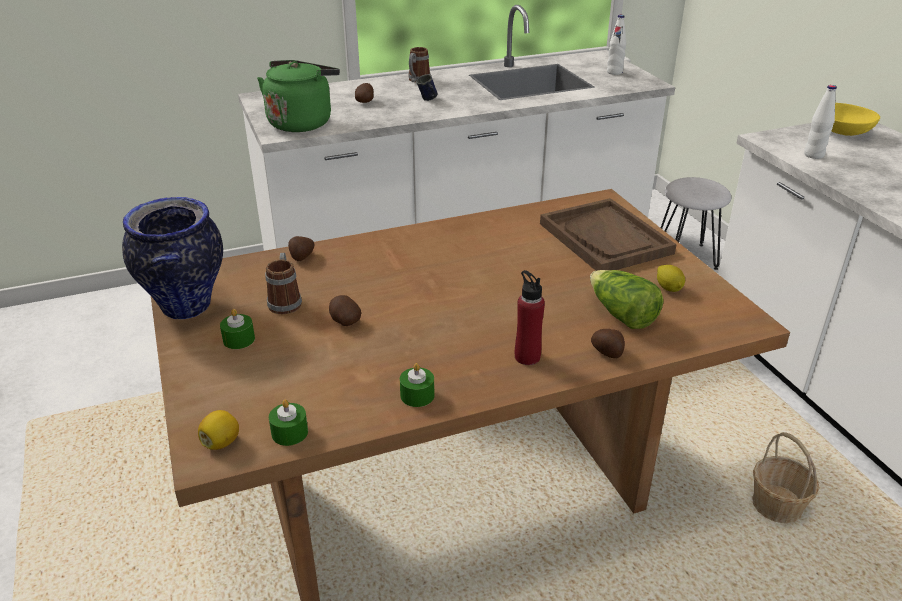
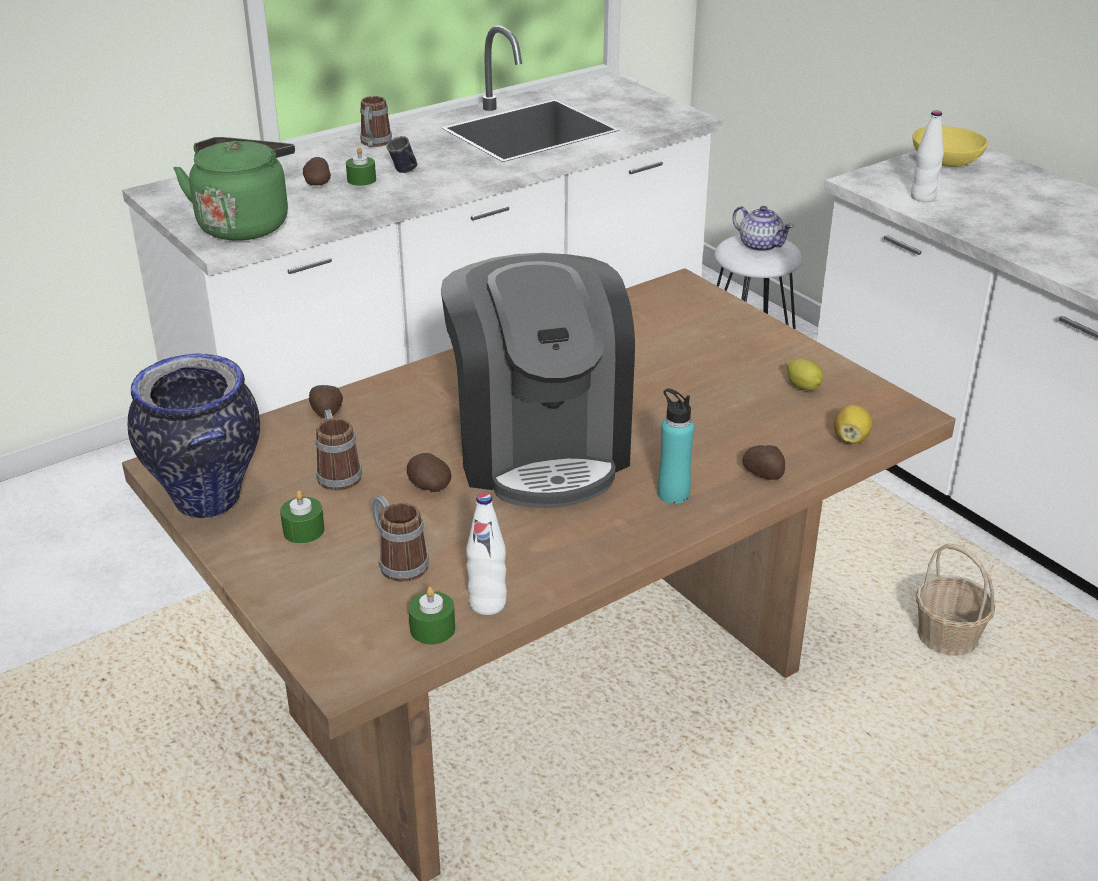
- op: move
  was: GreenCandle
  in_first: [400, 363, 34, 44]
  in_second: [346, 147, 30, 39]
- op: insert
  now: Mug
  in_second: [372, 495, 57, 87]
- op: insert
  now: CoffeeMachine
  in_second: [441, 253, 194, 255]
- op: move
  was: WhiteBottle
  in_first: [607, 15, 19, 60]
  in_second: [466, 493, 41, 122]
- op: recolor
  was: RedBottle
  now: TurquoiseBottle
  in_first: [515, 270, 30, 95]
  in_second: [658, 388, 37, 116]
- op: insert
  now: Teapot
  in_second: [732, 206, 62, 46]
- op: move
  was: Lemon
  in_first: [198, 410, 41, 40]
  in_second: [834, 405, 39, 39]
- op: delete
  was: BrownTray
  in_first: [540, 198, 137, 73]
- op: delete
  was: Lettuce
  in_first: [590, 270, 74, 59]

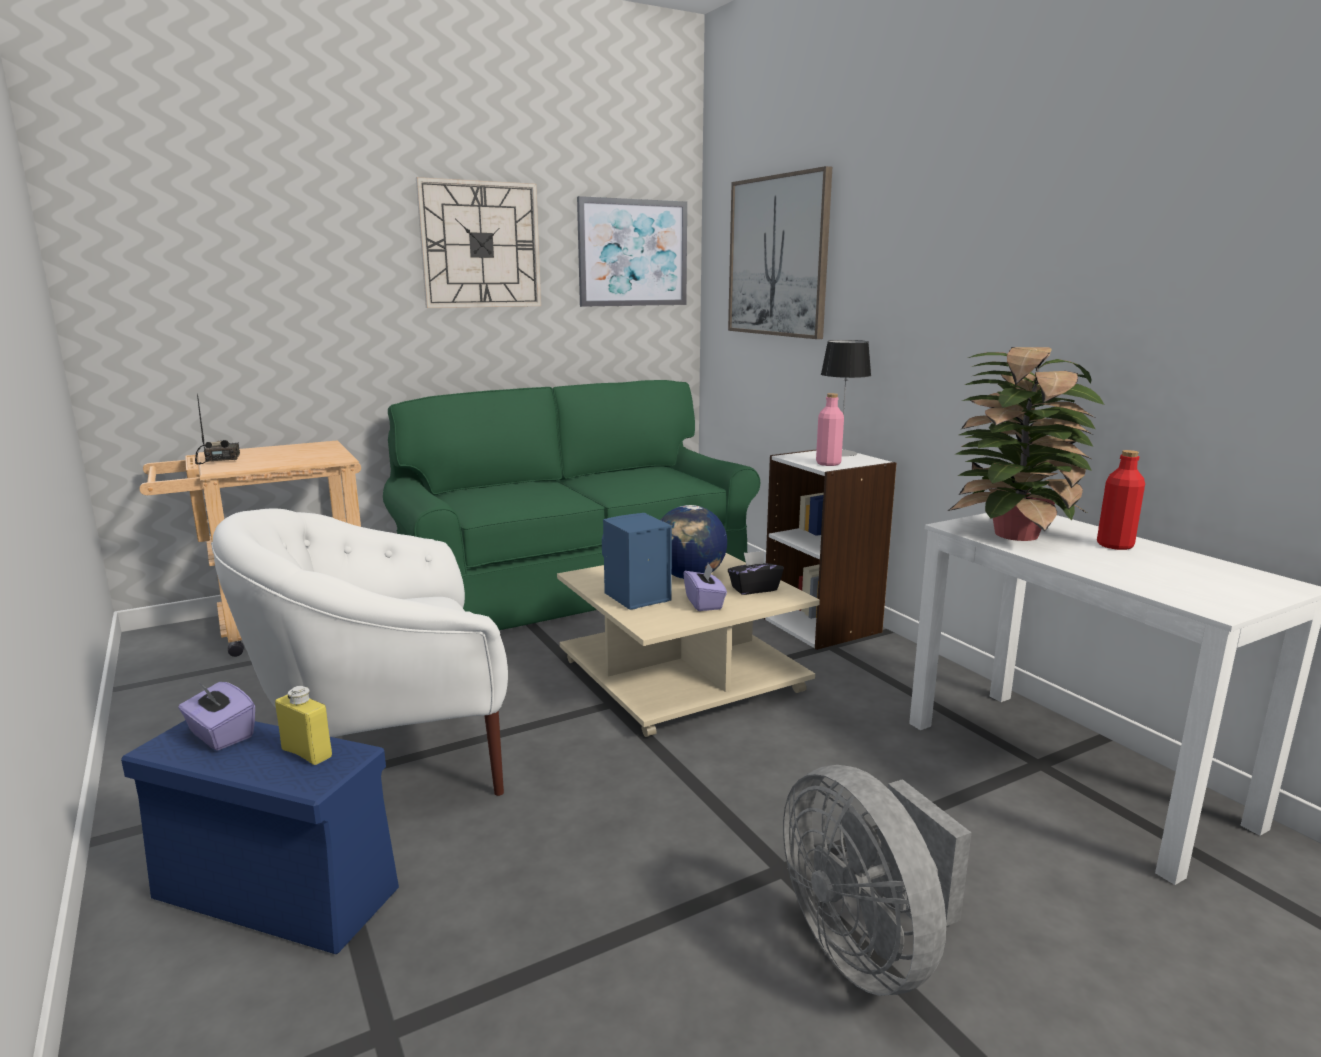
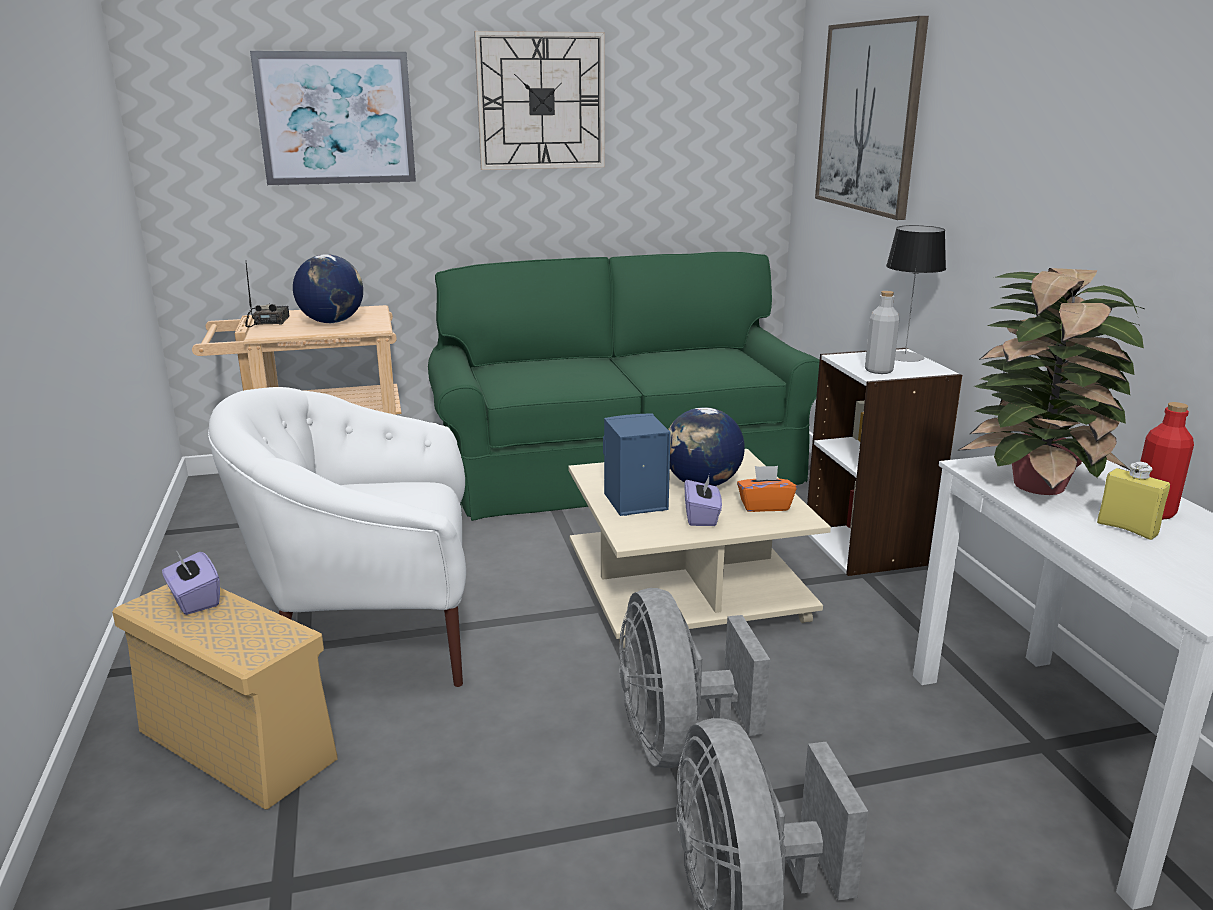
- op: recolor
  was: BlueStorageBox
  now: BeigeStorageBox
  in_first: [121, 720, 278, 234]
  in_second: [112, 585, 226, 225]
- op: move
  was: Picture
  in_first: [577, 196, 110, 111]
  in_second: [250, 51, 166, 134]
- op: insert
  now: Globe
  in_second: [293, 254, 70, 69]
- op: insert
  now: GreyFan
  in_second: [619, 588, 151, 180]
- op: recolor
  was: BlackTissueBox
  now: OrangeTissueBox
  in_first: [728, 551, 56, 44]
  in_second: [737, 466, 60, 46]
- op: recolor
  was: PinkBottle
  now: GreyBottle
  in_first: [816, 393, 28, 73]
  in_second: [865, 291, 35, 83]
- op: move
  was: YellowBottle
  in_first: [275, 686, 57, 79]
  in_second: [1097, 462, 73, 78]

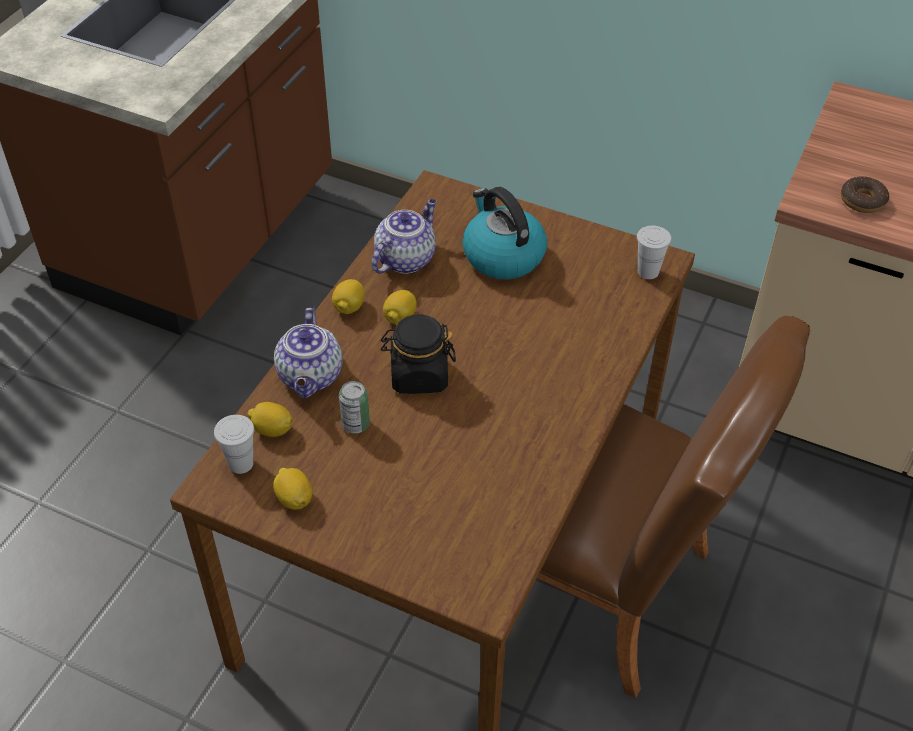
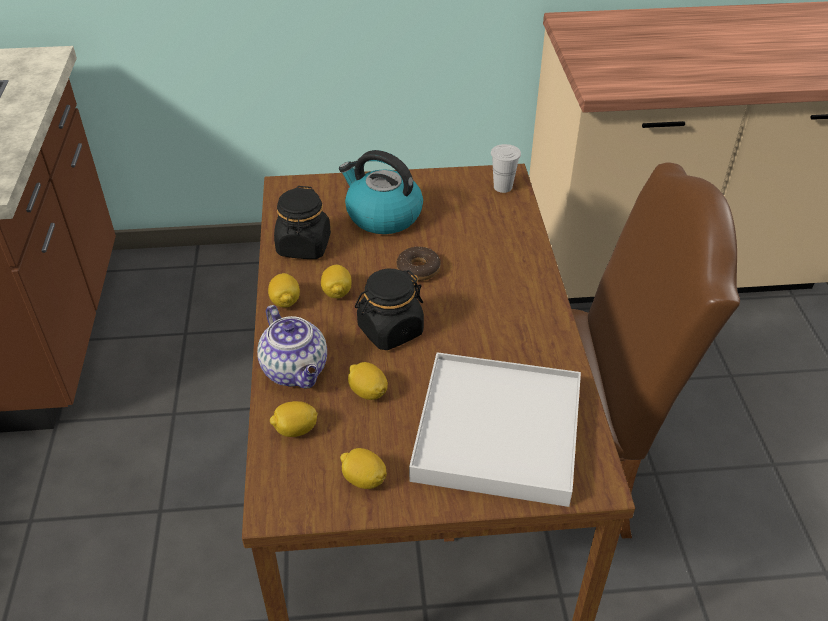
- op: replace
  was: Teapot
  now: BlackJar
  in_first: [371, 199, 66, 75]
  in_second: [274, 186, 57, 73]
- op: replace
  was: Can
  now: Lemon
  in_first: [339, 381, 31, 53]
  in_second: [348, 362, 40, 38]
- op: move
  was: Donut
  in_first: [841, 176, 48, 37]
  in_second: [396, 247, 45, 34]
- op: insert
  now: WhiteTray
  in_second: [409, 352, 172, 155]
- op: delete
  was: WhiteCup
  in_first: [214, 415, 40, 59]

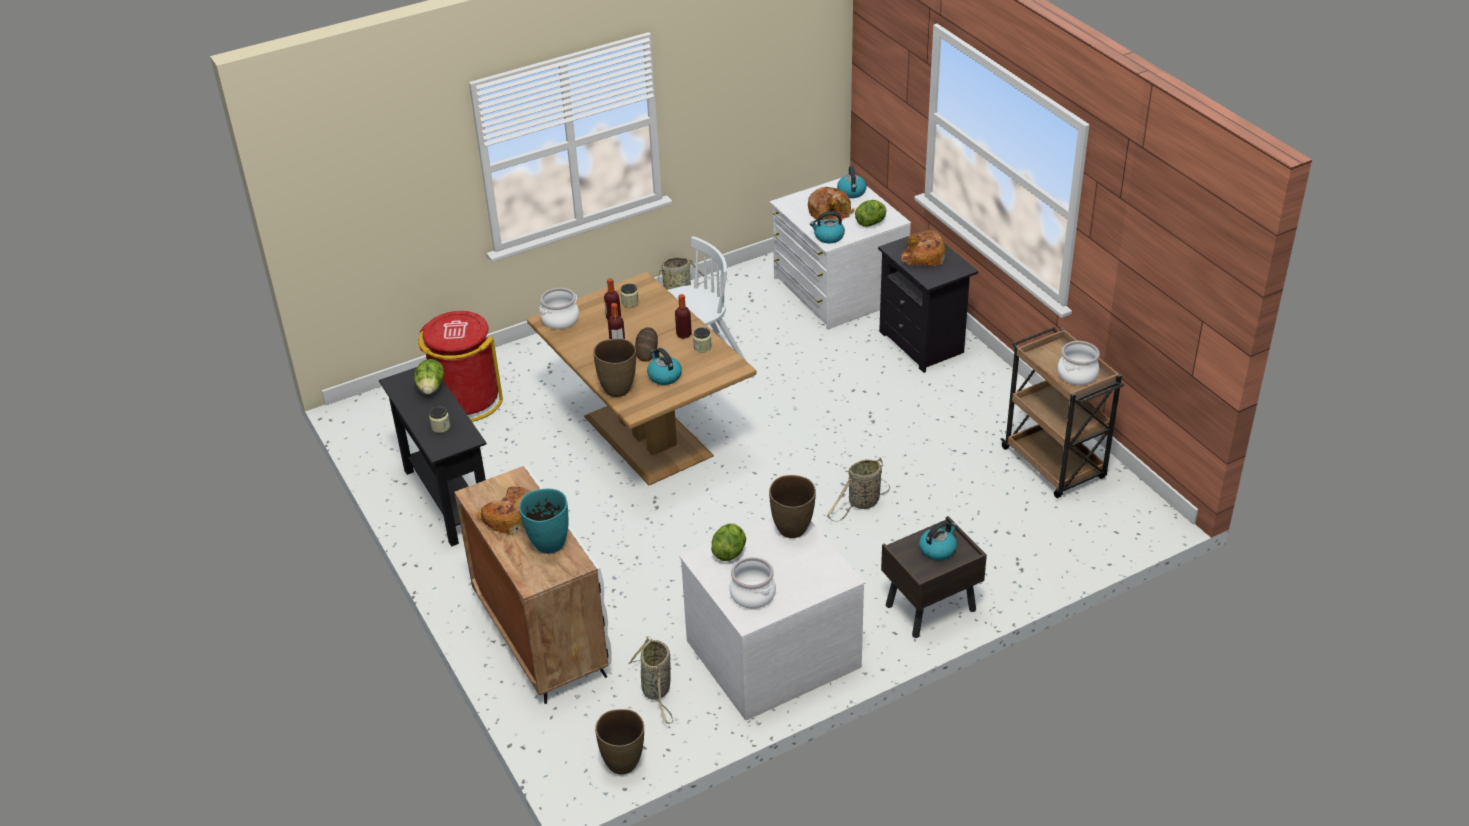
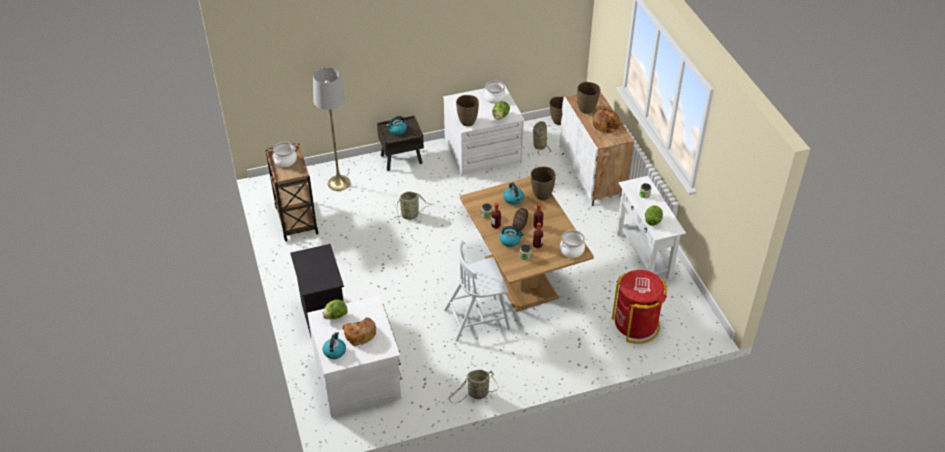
- op: insert
  now: GreyFloorLamp
  in_second: [313, 67, 38, 124]
- op: move
  was: Kettle
  in_first: [810, 211, 35, 32]
  in_second: [500, 226, 24, 21]
- op: recolor
  was: TurquoiseVase
  now: BrownVase
  in_first: [519, 489, 49, 65]
  in_second: [577, 82, 23, 32]
- op: recolor
  was: BlackConsoleTable
  now: WhiteConsoleTable
  in_first: [379, 367, 108, 180]
  in_second: [616, 176, 70, 104]
- op: delete
  was: Bread
  in_first: [901, 230, 45, 36]

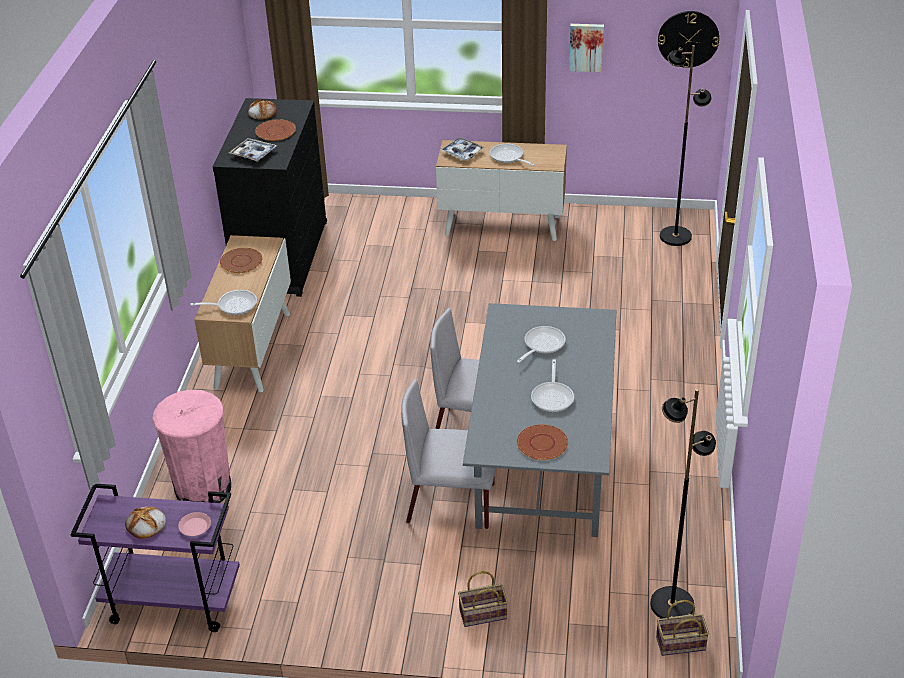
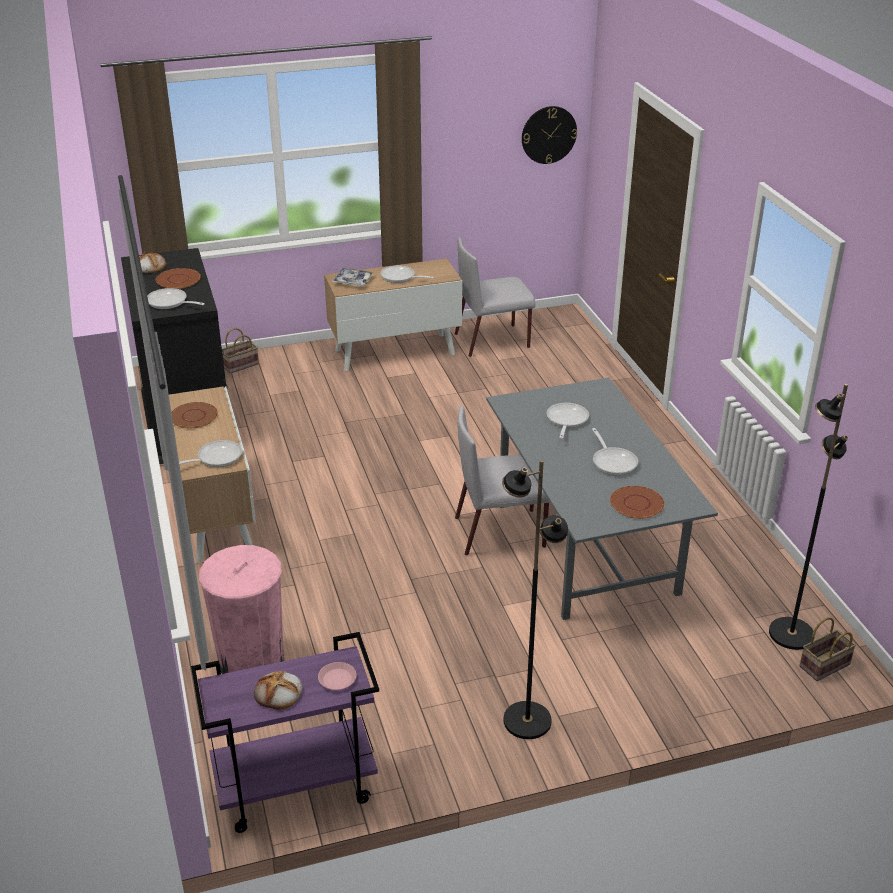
- op: replace
  was: Tray
  now: FryingPan
  in_first: [229, 138, 48, 24]
  in_second: [147, 288, 58, 21]
- op: move
  was: Basket
  in_first: [458, 571, 50, 56]
  in_second: [222, 328, 37, 46]
- op: move
  was: GreyChair
  in_first: [401, 379, 95, 150]
  in_second: [455, 237, 80, 120]
- op: move
  was: BlackFloorLamp
  in_first: [660, 45, 52, 201]
  in_second: [502, 460, 66, 279]
- op: delete
  was: Picture
  in_first: [569, 24, 35, 48]

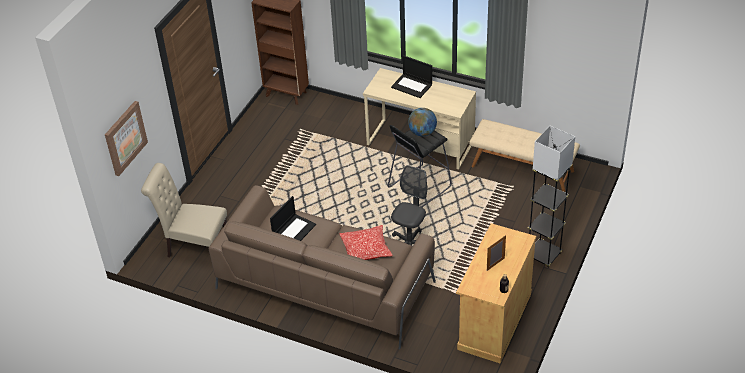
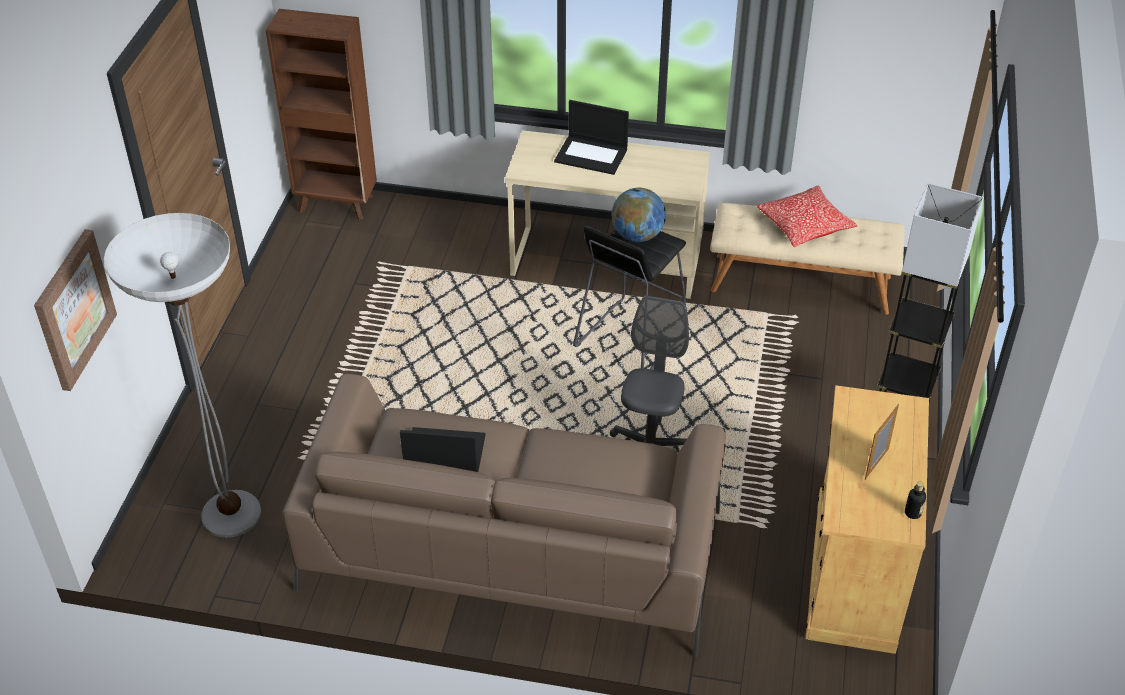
- op: replace
  was: BeigeChair
  now: FloorLamp
  in_first: [141, 163, 86, 95]
  in_second: [104, 213, 157, 325]
- op: rotate
  was: Laptop
  in_first: [270, 196, 46, 45]
  in_second: [400, 427, 86, 45]
  clockwise: -105
- op: move
  was: Pillow
  in_first: [339, 225, 54, 35]
  in_second: [757, 185, 100, 62]

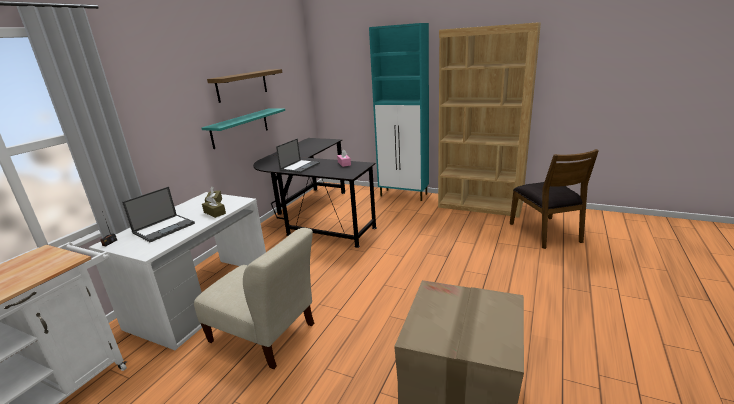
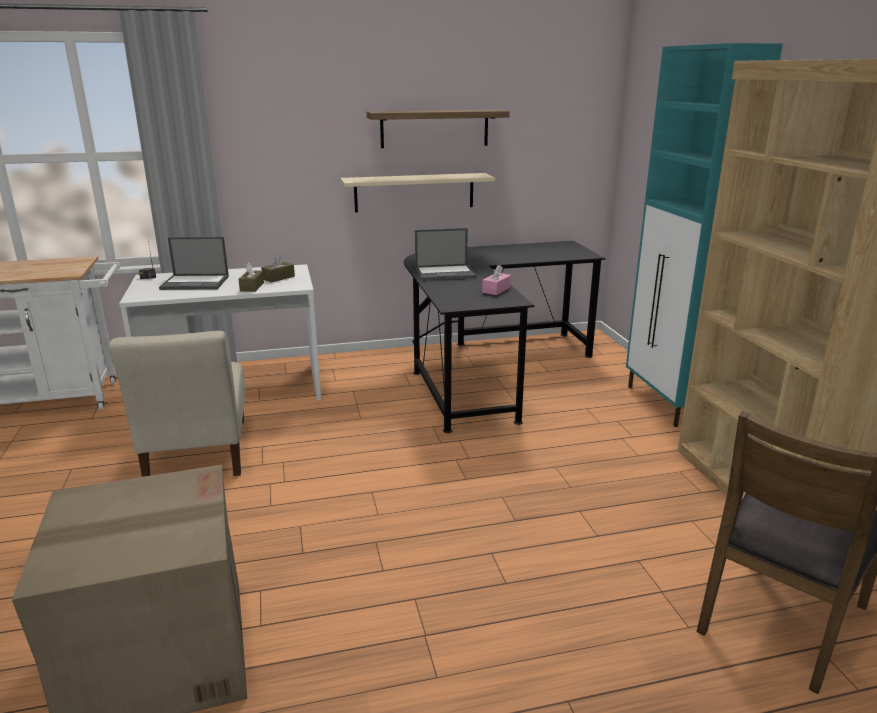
- op: recolor
  was: TurquoiseShelf
  now: BeigeShelf
  in_first: [201, 108, 84, 41]
  in_second: [340, 173, 155, 39]

